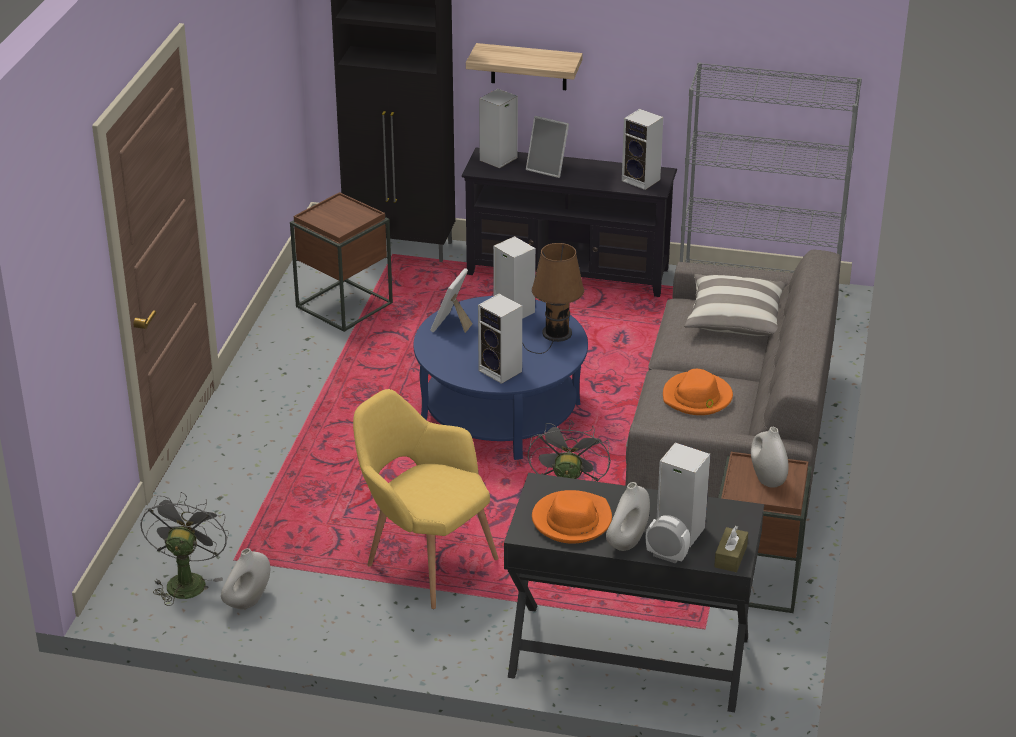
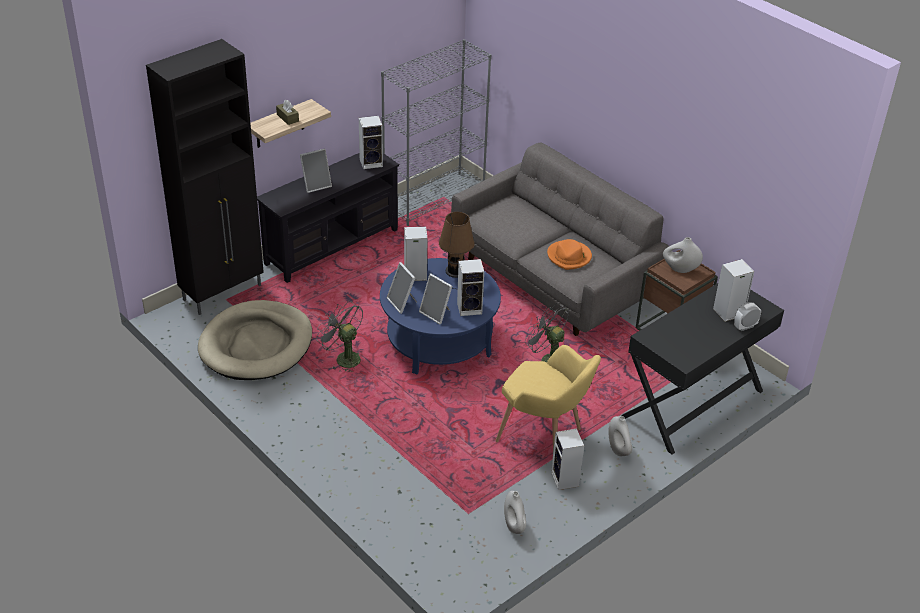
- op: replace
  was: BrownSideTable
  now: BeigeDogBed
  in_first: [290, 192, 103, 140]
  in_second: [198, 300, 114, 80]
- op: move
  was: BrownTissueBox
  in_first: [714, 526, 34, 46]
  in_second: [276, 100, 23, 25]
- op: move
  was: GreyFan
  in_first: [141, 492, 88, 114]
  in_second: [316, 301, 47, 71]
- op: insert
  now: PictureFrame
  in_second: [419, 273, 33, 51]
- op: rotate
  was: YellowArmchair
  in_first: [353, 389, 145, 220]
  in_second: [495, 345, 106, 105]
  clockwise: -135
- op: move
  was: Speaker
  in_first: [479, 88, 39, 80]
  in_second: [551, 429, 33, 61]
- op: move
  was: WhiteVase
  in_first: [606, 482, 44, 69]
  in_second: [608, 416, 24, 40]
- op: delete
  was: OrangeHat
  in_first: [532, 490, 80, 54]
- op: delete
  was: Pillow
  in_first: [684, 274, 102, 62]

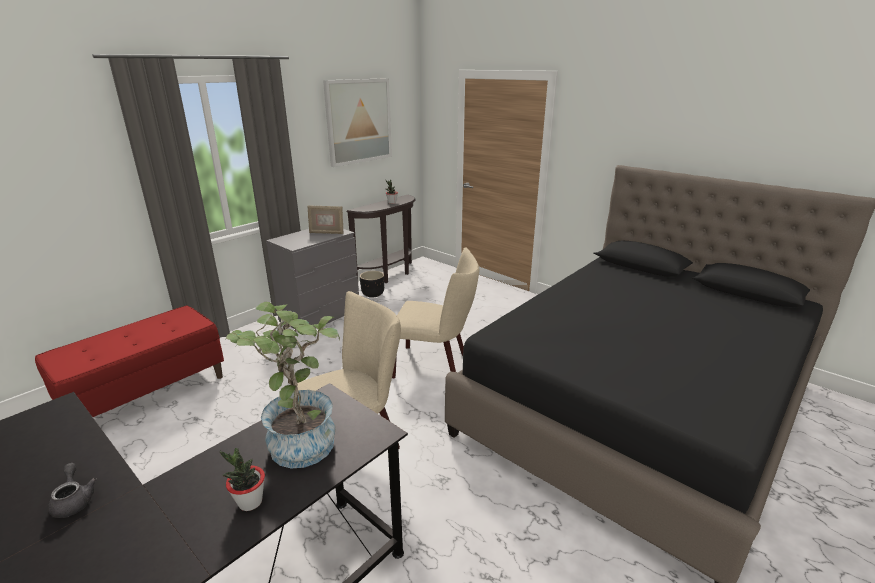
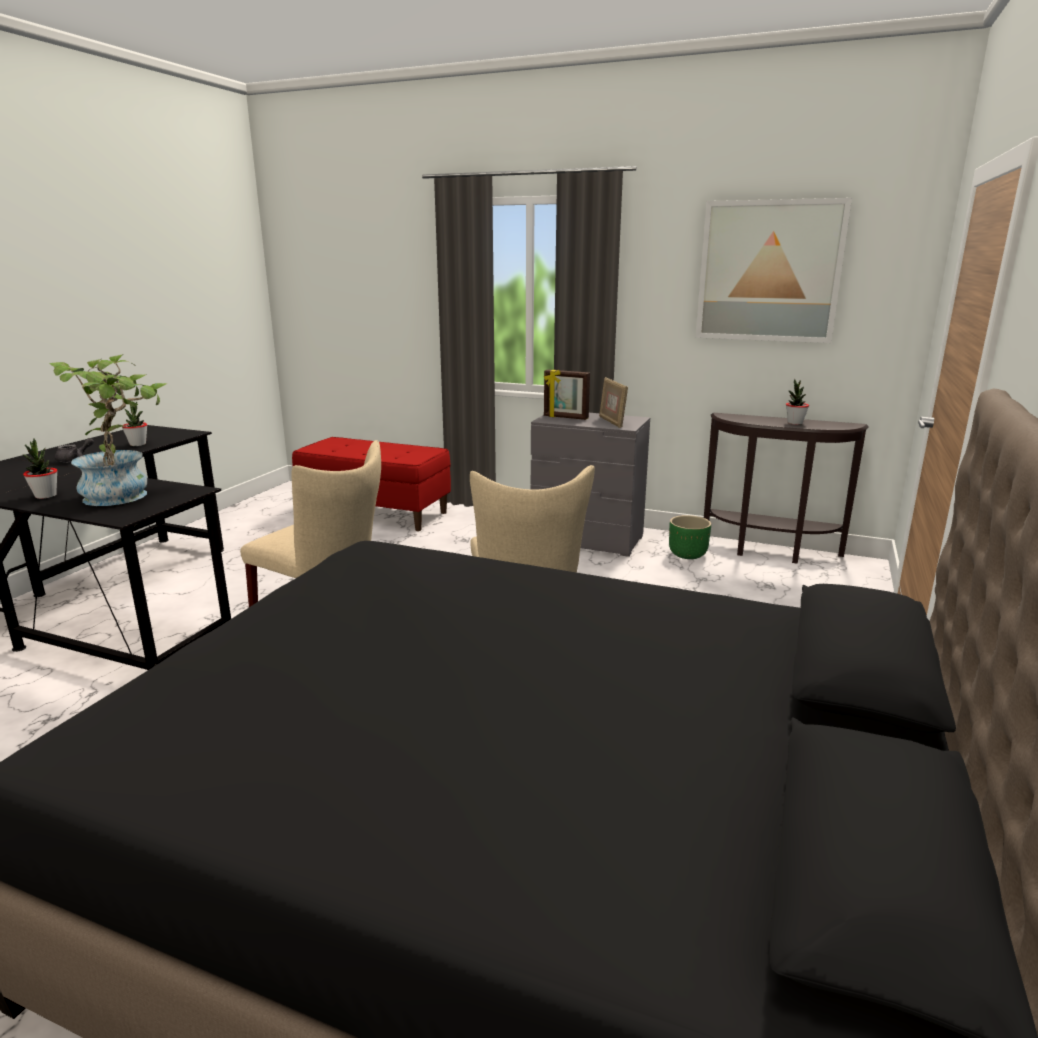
- op: insert
  now: PottedPlant
  in_second: [122, 402, 25, 44]
- op: insert
  now: PictureFrame
  in_second: [544, 370, 46, 50]
- op: recolor
  was: BlackPlanter
  now: GreenPlanter
  in_first: [360, 271, 24, 27]
  in_second: [669, 515, 42, 44]

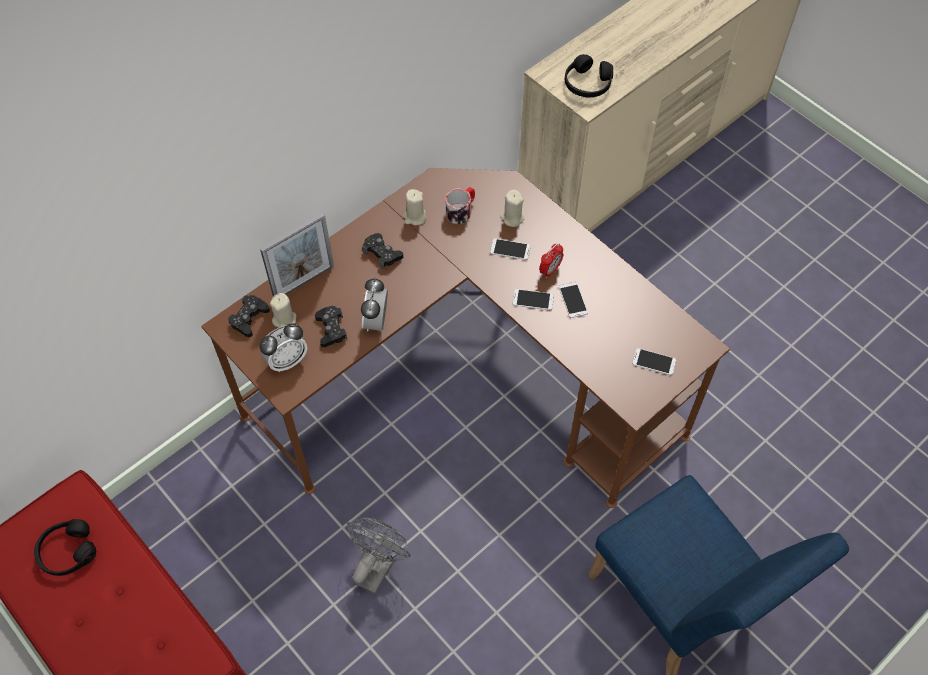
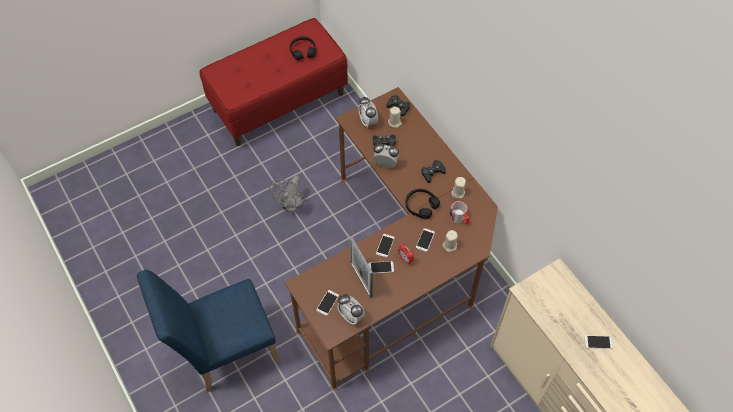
- op: rotate
  was: GreyFan
  in_first: [347, 517, 64, 77]
  in_second: [269, 176, 36, 37]
  clockwise: 75
- op: insert
  now: AlarmClock
  in_second: [337, 294, 28, 31]
- op: move
  was: PictureFrame
  in_first: [260, 213, 74, 83]
  in_second: [349, 236, 24, 62]
- op: move
  was: BlackHeadphones
  in_first: [565, 54, 48, 43]
  in_second: [405, 189, 35, 30]
- op: insert
  now: Phone
  in_second: [584, 335, 29, 14]

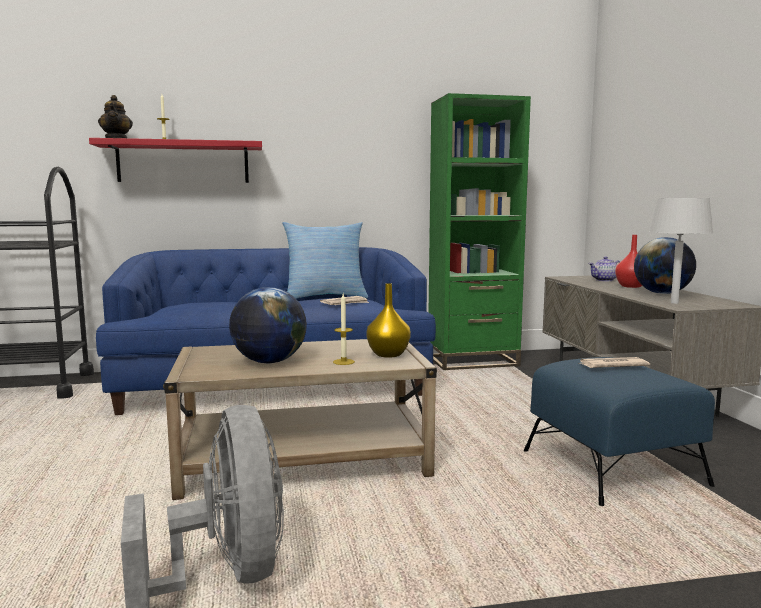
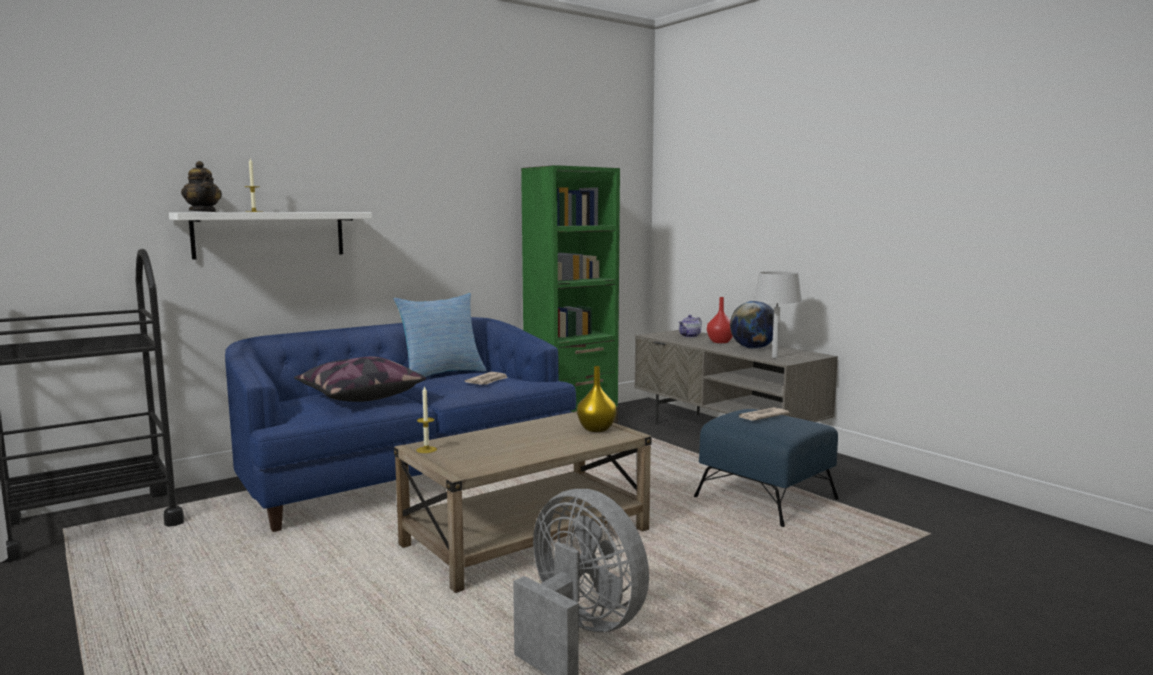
- op: recolor
  was: RedShelf
  now: WhiteShelf
  in_first: [89, 138, 173, 45]
  in_second: [169, 212, 203, 48]
- op: insert
  now: Pillow
  in_second: [294, 357, 132, 45]
- op: move
  was: Candle
  in_first: [333, 294, 22, 71]
  in_second: [416, 386, 21, 67]
- op: delete
  was: Globe
  in_first: [229, 287, 78, 76]

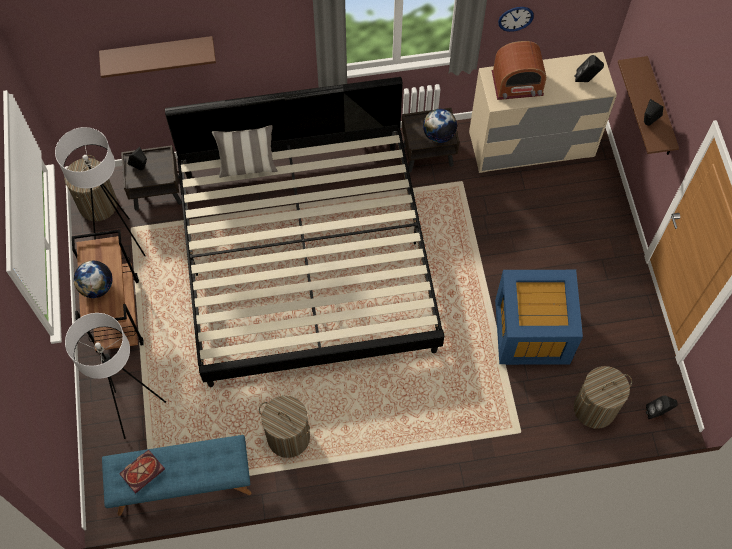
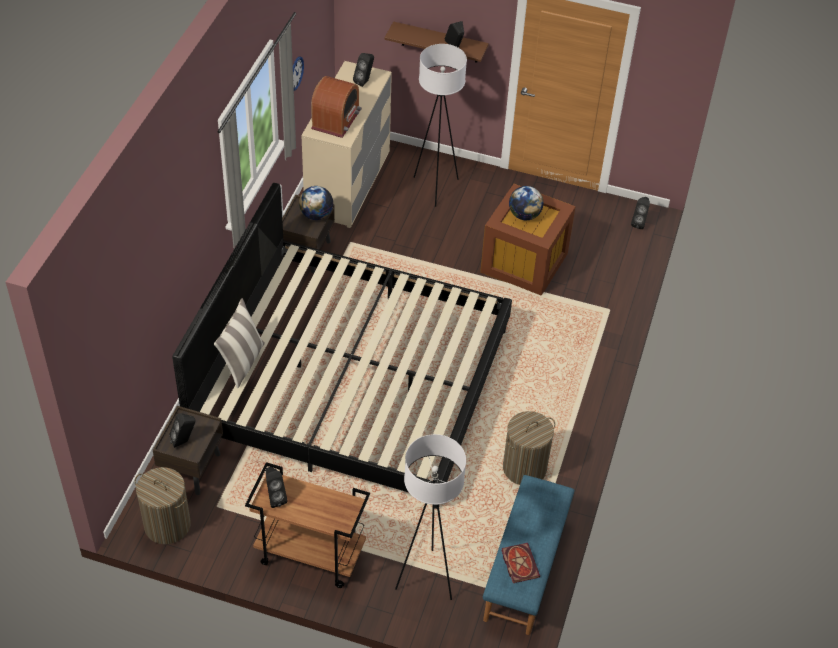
- op: insert
  now: BlackSpeaker
  in_second: [266, 467, 22, 41]
- op: move
  was: WhiteFloorLamp
  in_first: [55, 127, 91, 129]
  in_second: [414, 44, 53, 163]
- op: recolor
  was: BlueStorageBox
  now: BrownStorageBox
  in_first: [495, 270, 88, 95]
  in_second: [480, 184, 96, 112]
- op: move
  was: Globe
  in_first: [74, 261, 39, 37]
  in_second: [509, 186, 35, 34]
- op: delete
  was: BrownShelf
  in_first: [99, 36, 117, 42]
- op: delete
  was: LaundryBasket
  in_first: [574, 366, 58, 63]

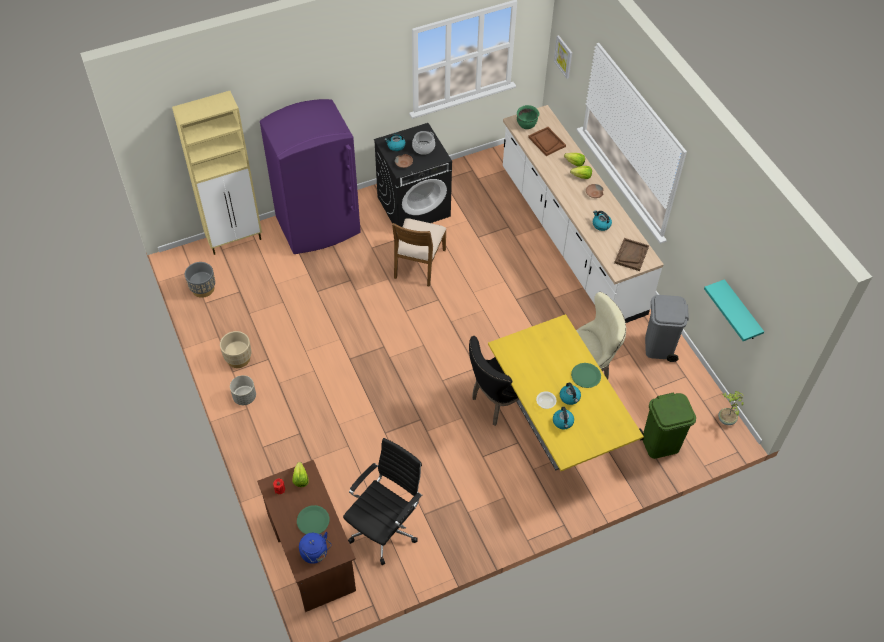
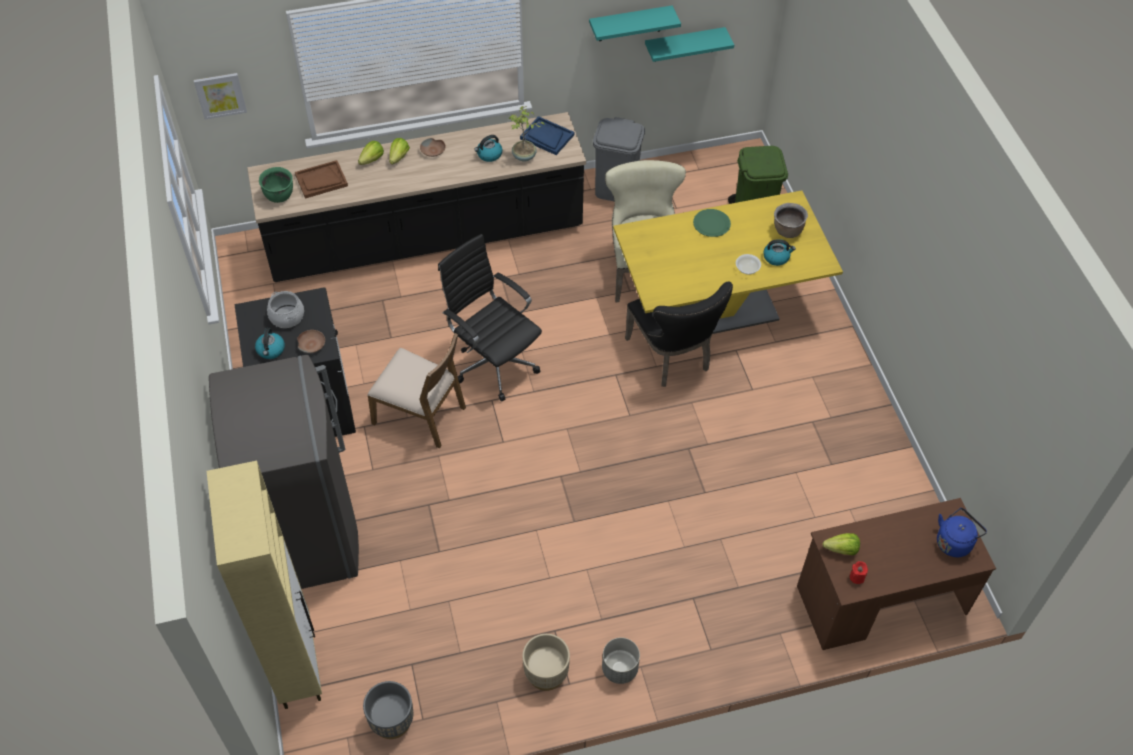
- op: recolor
  was: PurpleFridge
  now: GreyFridge
  in_first: [260, 99, 101, 155]
  in_second: [209, 355, 150, 234]
- op: recolor
  was: WhiteCounter
  now: BlackCounter
  in_first: [503, 105, 161, 218]
  in_second: [247, 112, 339, 170]
- op: move
  was: BlackOfficeChair
  in_first: [343, 438, 80, 127]
  in_second: [438, 234, 104, 168]
- op: move
  was: PottedPlant
  in_first: [718, 391, 26, 34]
  in_second: [509, 106, 36, 56]
- op: recolor
  was: BrownTray
  now: BlueTray
  in_first: [614, 238, 35, 33]
  in_second: [520, 116, 54, 39]
- op: insert
  now: TurquoiseShelf
  in_second: [589, 5, 92, 36]
- op: insert
  now: BrownCookingPot
  in_second: [774, 203, 34, 35]
- op: delete
  was: GreenPlate
  in_first: [297, 505, 32, 29]
- op: delete
  was: Kettle
  in_first: [560, 382, 21, 23]

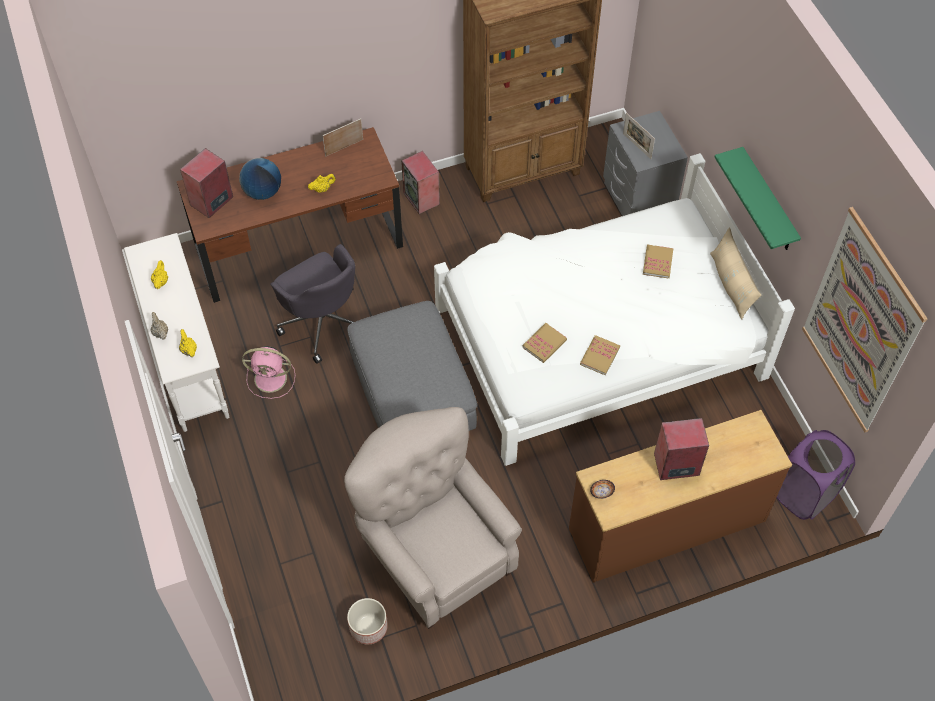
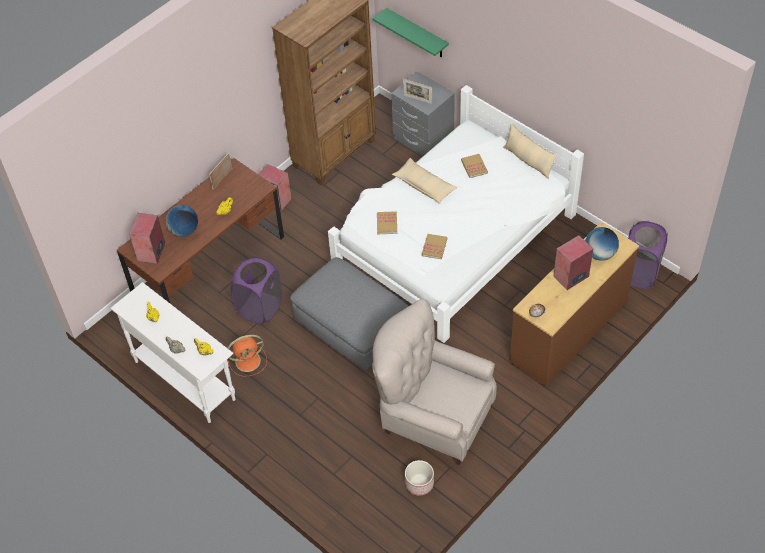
- op: recolor
  was: PinkFan
  now: OrangeFan
  in_first: [242, 346, 53, 53]
  in_second: [228, 335, 39, 42]
- op: replace
  was: GreyOfficeChair
  now: PurpleLaundryBasket
  in_first: [270, 244, 85, 120]
  in_second: [231, 256, 52, 69]
- op: move
  was: GreenShelf
  in_first: [714, 147, 87, 103]
  in_second: [373, 8, 76, 49]
- op: move
  was: Book
  in_first: [580, 335, 40, 41]
  in_second: [377, 211, 20, 23]
- op: insert
  now: BeigePillow
  in_second: [392, 158, 65, 46]
- op: insert
  now: Globe
  in_second: [585, 227, 34, 34]
- op: delete
  was: Picture
  in_first: [802, 207, 125, 225]

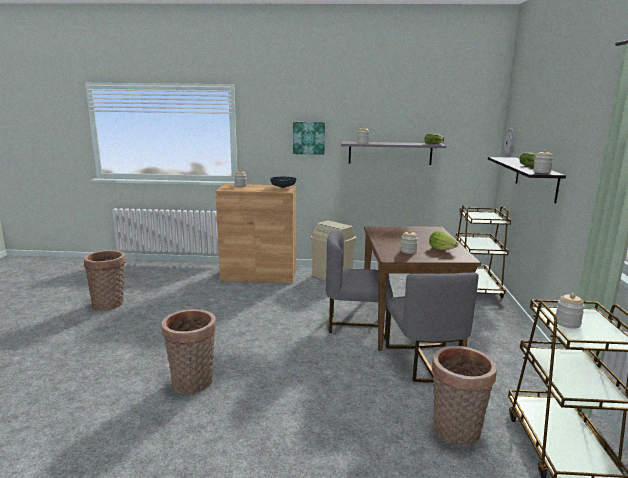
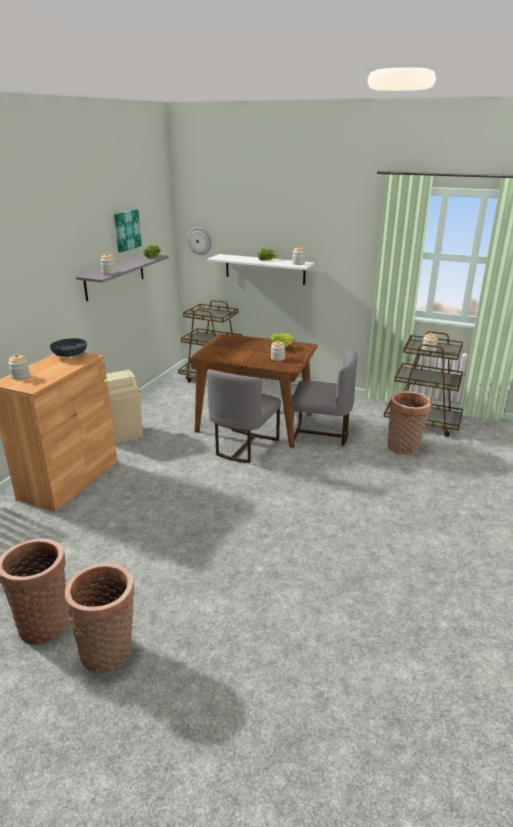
- op: move
  was: Basket
  in_first: [162, 309, 54, 85]
  in_second: [65, 563, 70, 110]
- op: move
  was: Picture
  in_first: [293, 122, 32, 33]
  in_second: [114, 209, 28, 43]
- op: recolor
  was: BlackShelf
  now: WhiteShelf
  in_first: [488, 157, 78, 46]
  in_second: [207, 254, 107, 31]

